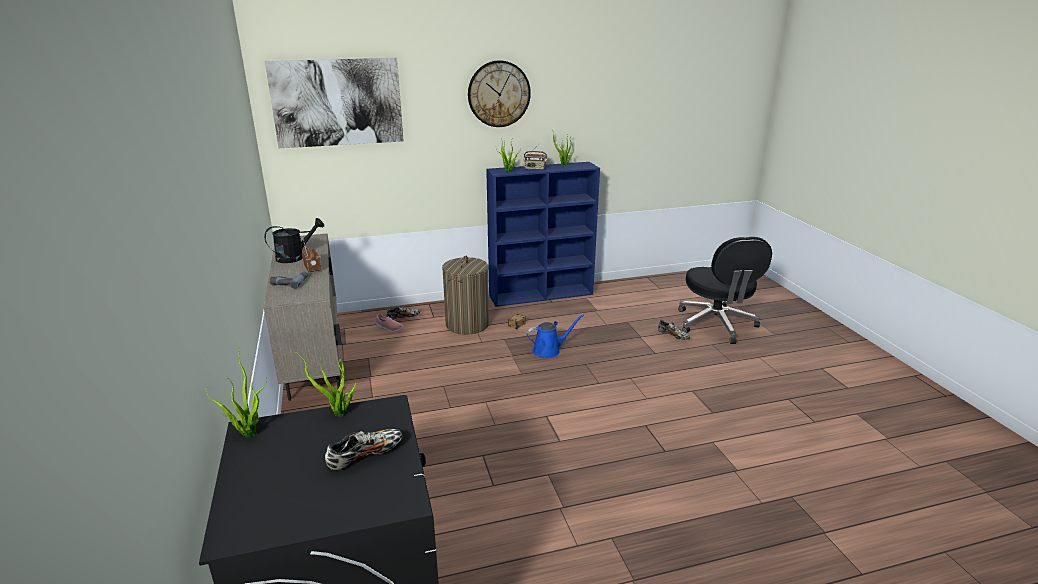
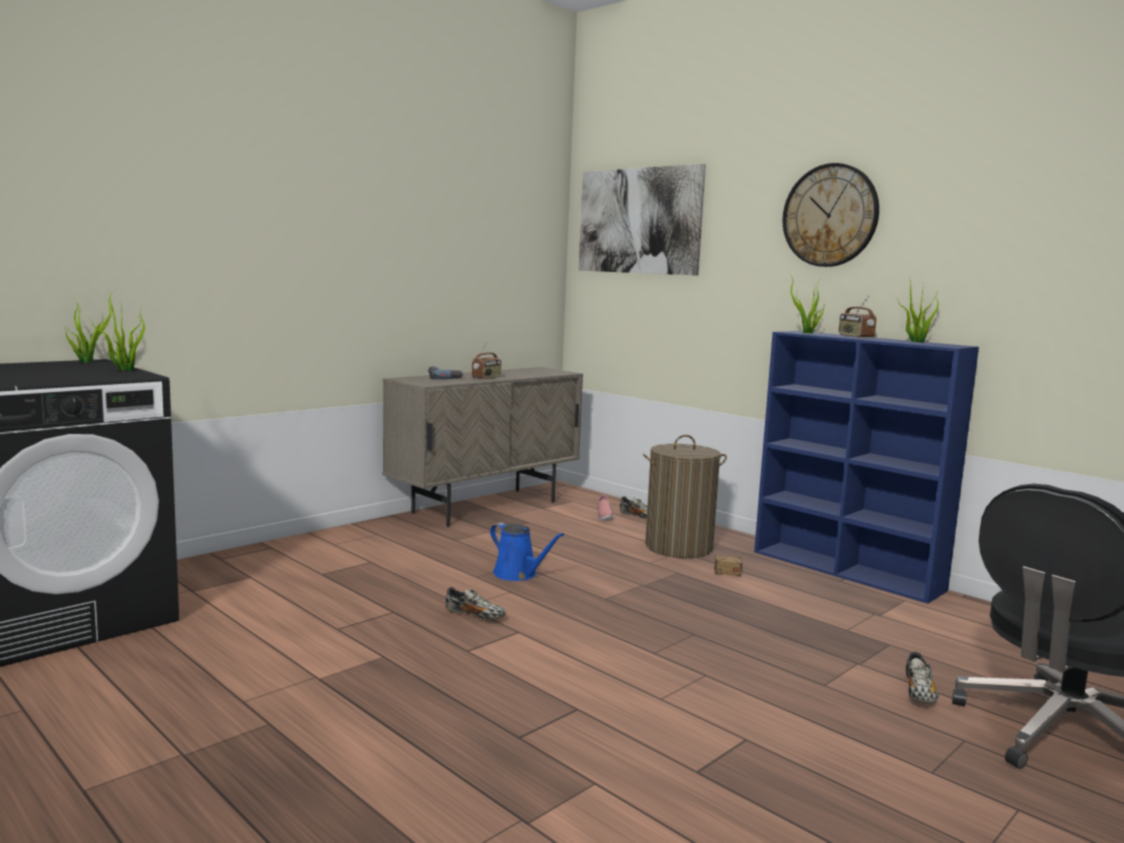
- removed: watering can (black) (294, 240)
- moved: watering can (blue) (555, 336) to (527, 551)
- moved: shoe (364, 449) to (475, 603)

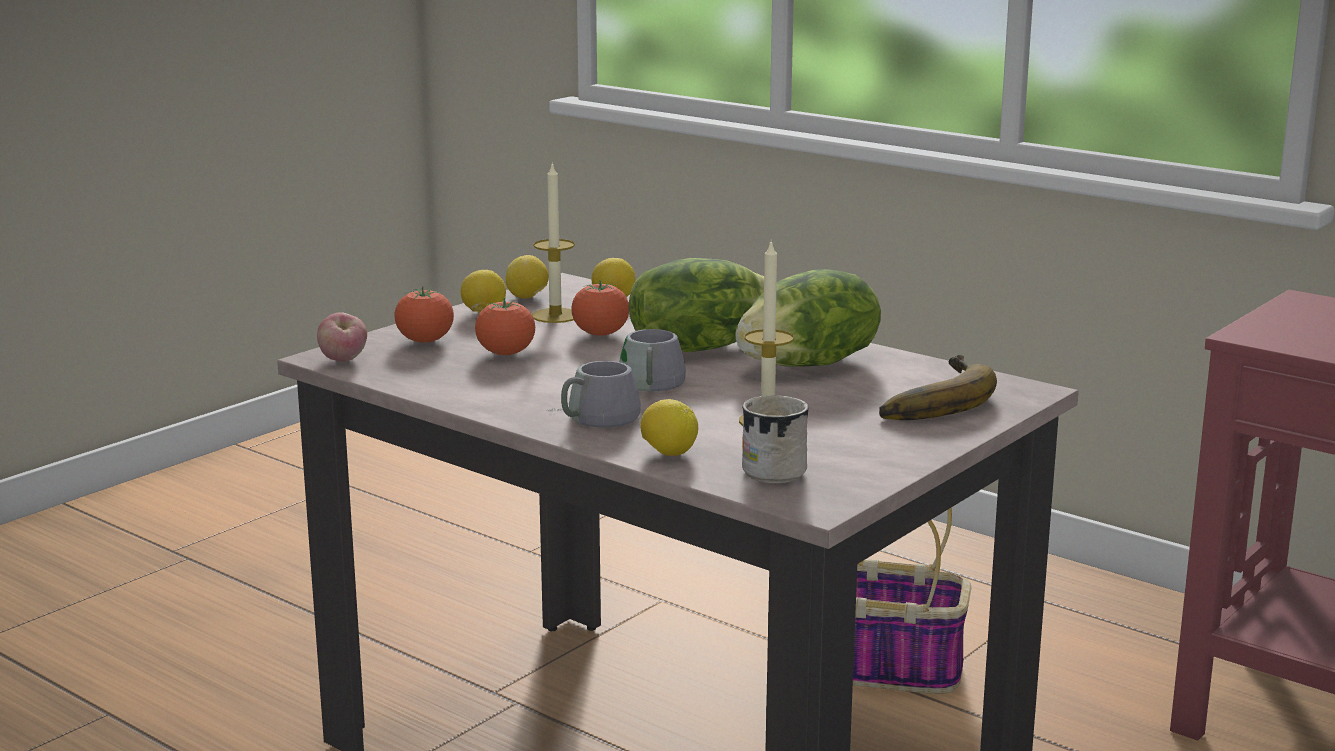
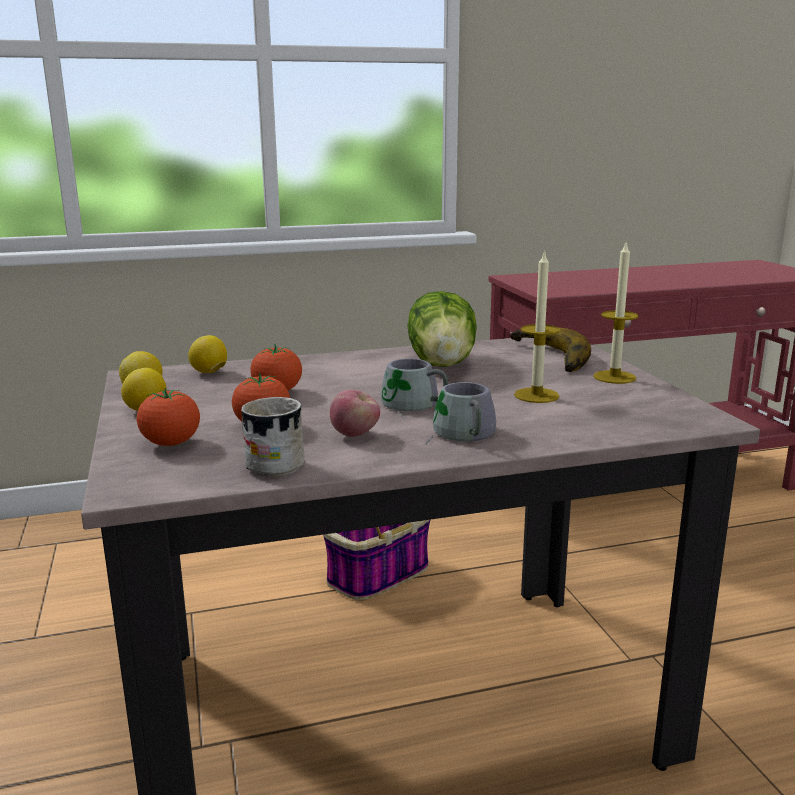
- moved: candle (553, 242) to (616, 313)
- removed: lettuce (696, 305)
- moved: apple (342, 336) to (355, 413)
- moved: mug (white) (775, 439) to (273, 437)
- removed: lemon (669, 427)

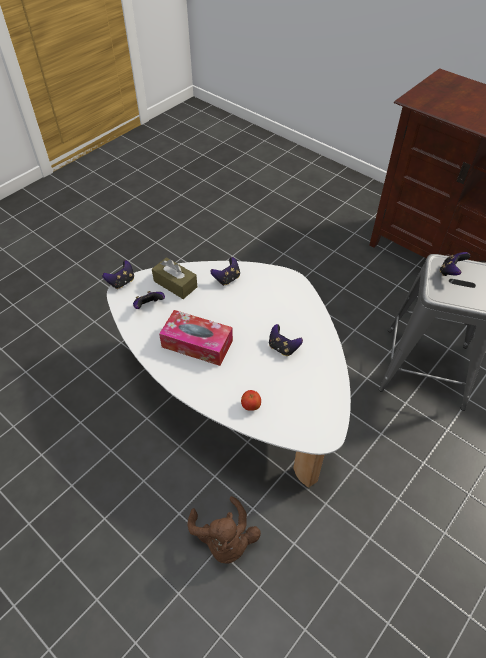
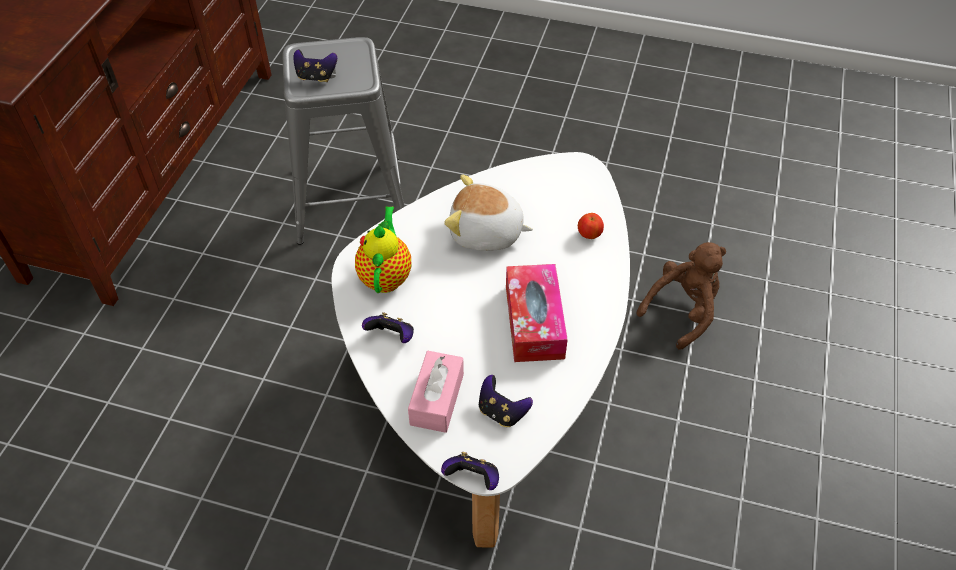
- recoloured: tissue box (brown) (174, 278) to tissue box (pink) (436, 392)
- replaced: game controller (286, 340) to plush toy (488, 212)
- added: teapot (383, 249)

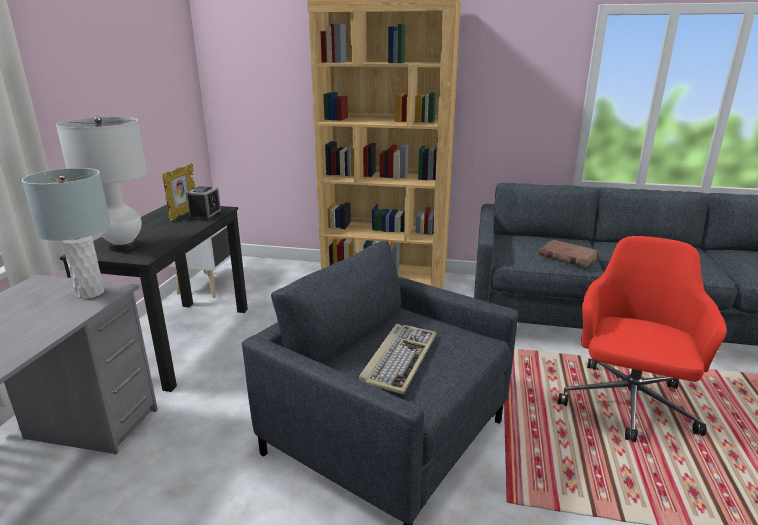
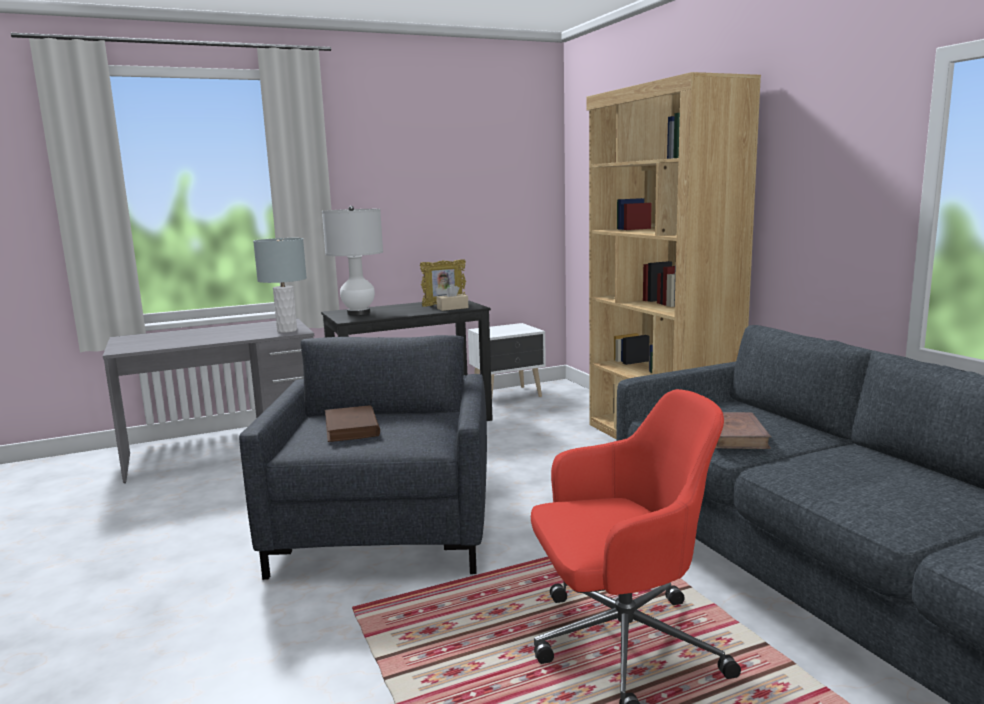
- replaced: alarm clock (204, 203) to tissue box (beige) (452, 297)
- replaced: keyboard (398, 359) to book (brown) (352, 423)

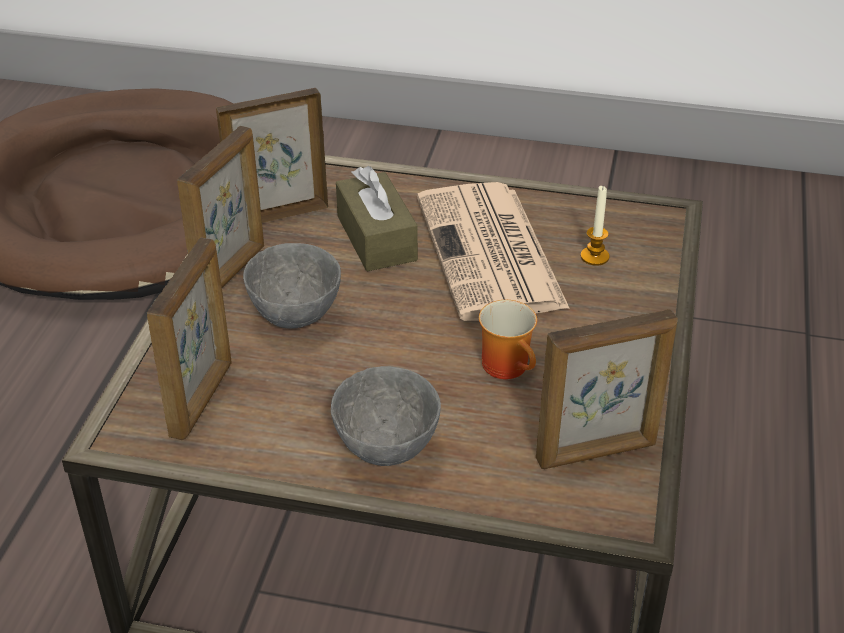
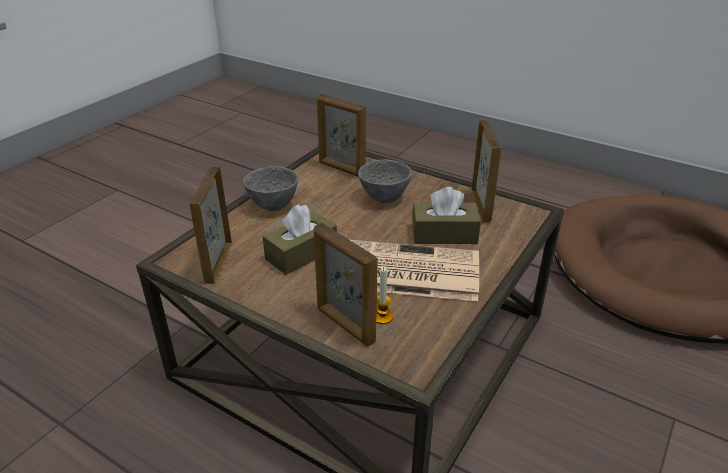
- moved: picture frame (220, 207) to (346, 285)
- replaced: mug (508, 339) to tissue box (brown) (300, 239)

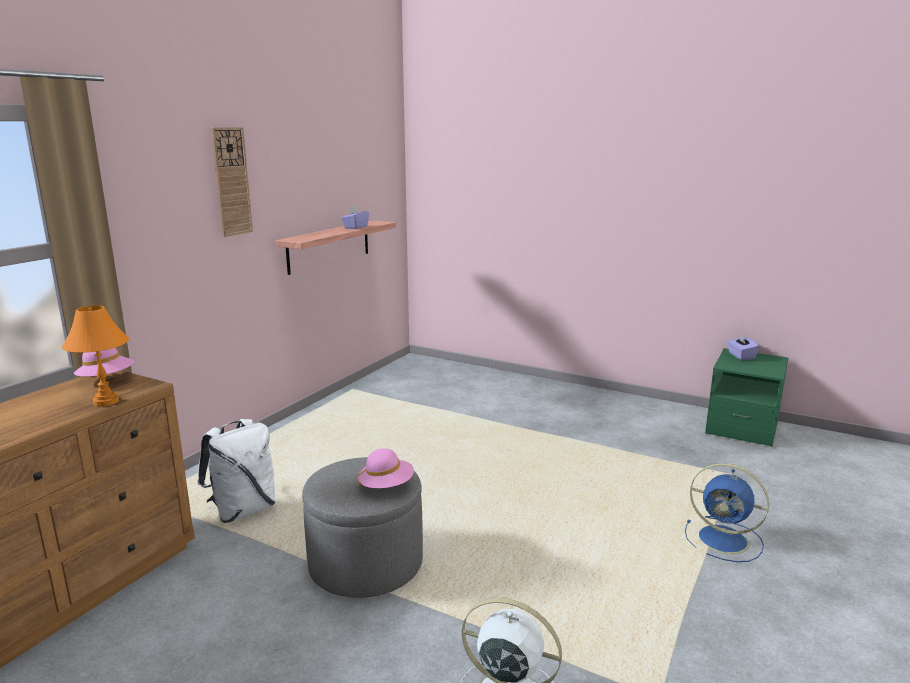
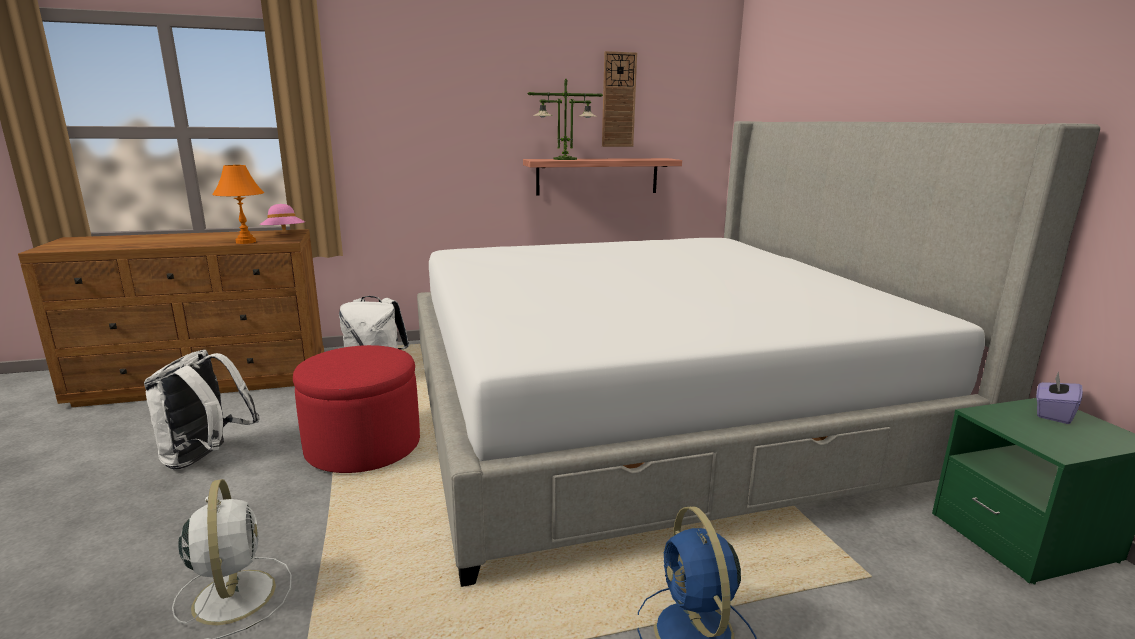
- moved: wall clock (232, 182) to (619, 99)
- removed: tissue box (purple) (355, 217)
- removed: hat (pink) (386, 468)
- recoloured: ottoman (grey) (362, 527) to ottoman (red) (356, 409)
- added: table lamp (565, 119)
- added: bed (758, 354)
- added: backpack (white) (202, 410)

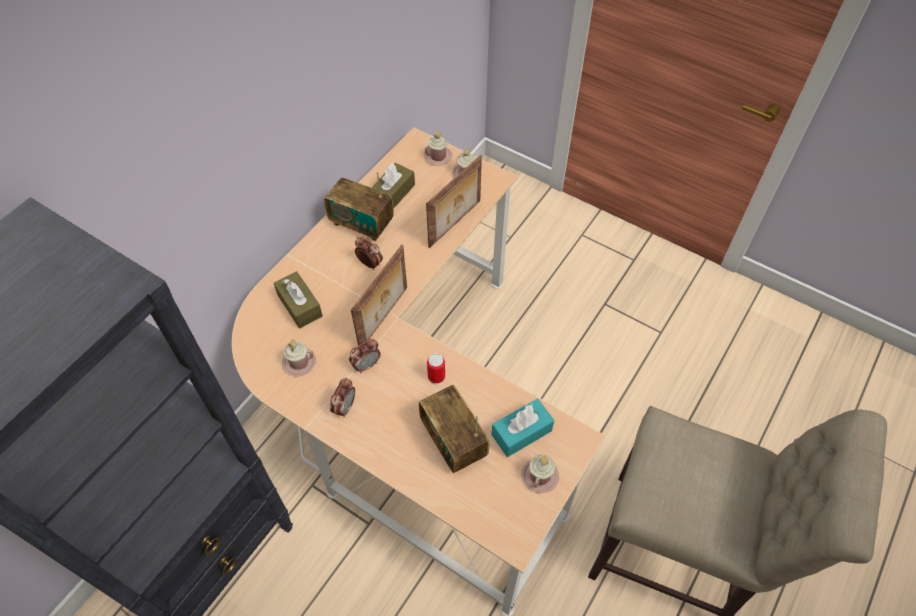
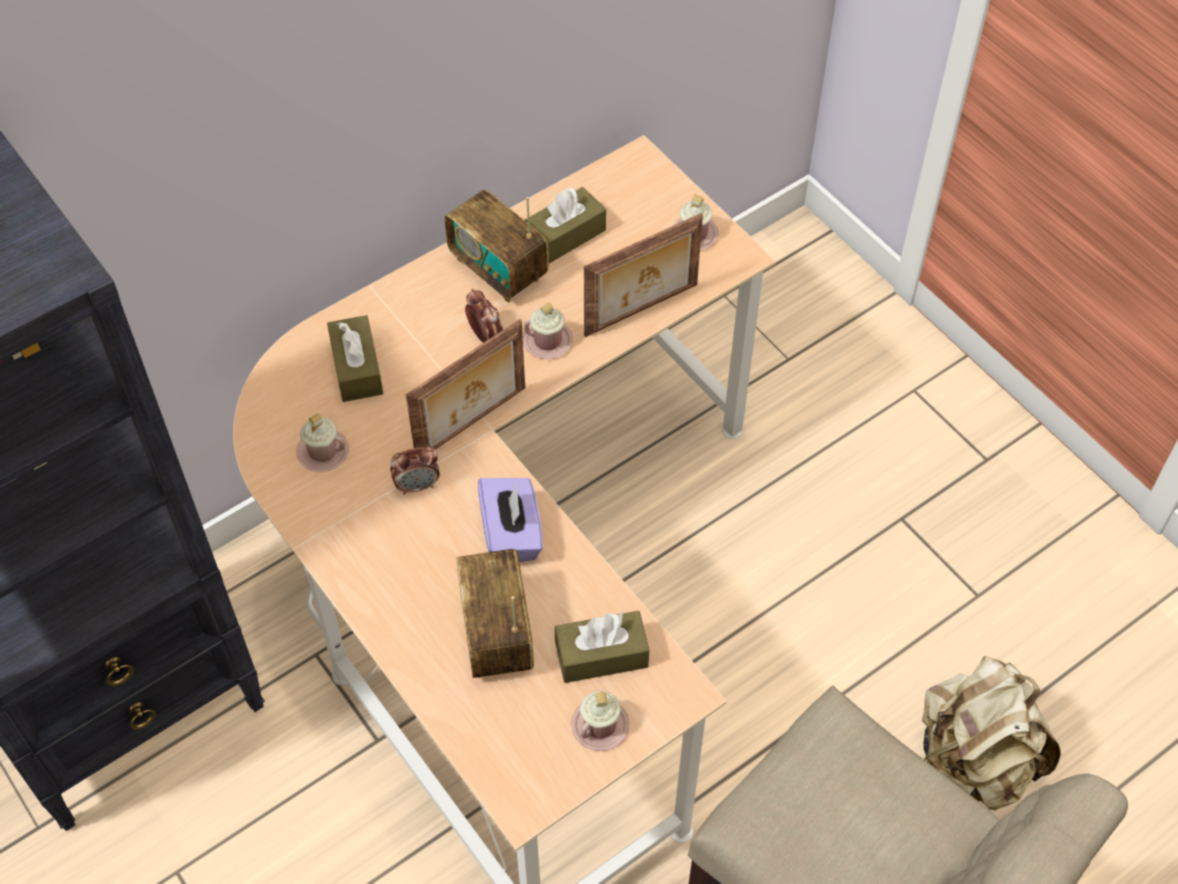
- moved: mug (pink) (438, 148) to (548, 330)
- replaced: can (436, 369) to tissue box (purple) (510, 520)
- removed: alarm clock (342, 397)
- recoloured: tissue box (turquoise) (522, 428) to tissue box (brown) (602, 647)
- added: backpack (beige) (991, 733)

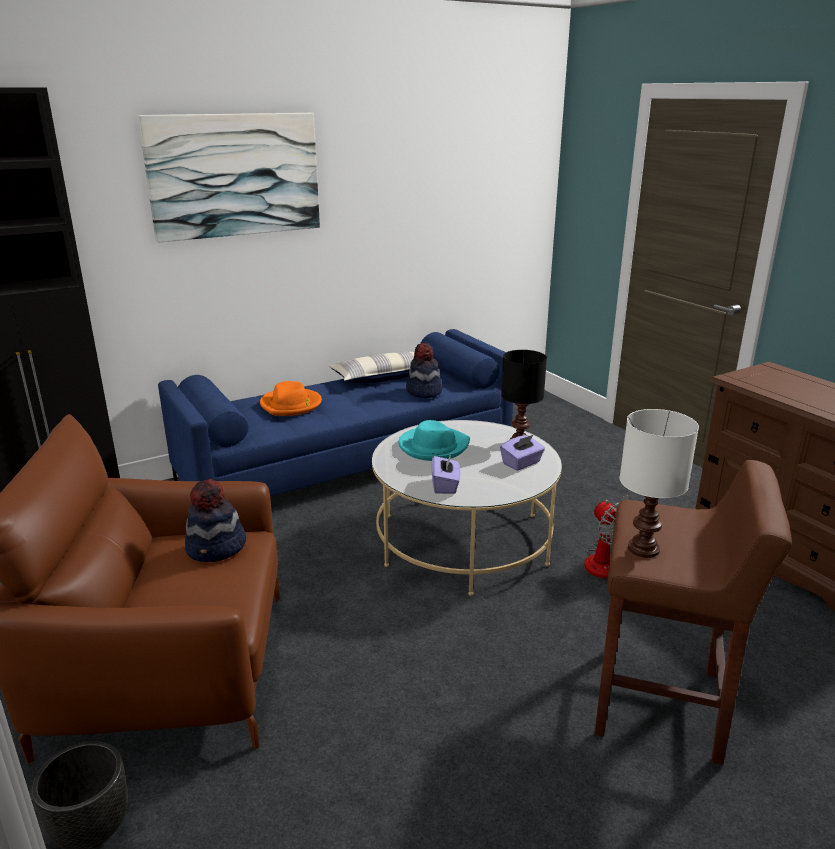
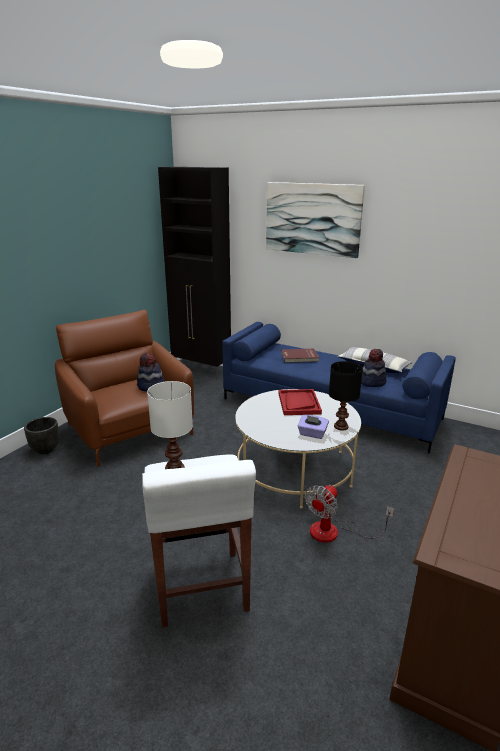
- replaced: hat (orange) (291, 398) to book (red) (300, 356)
- replaced: hat (turquoise) (434, 440) to tray (red) (300, 402)
- removed: tissue box (purple) (446, 474)
- recoloured: stool (brown) (693, 612) to stool (white) (199, 540)

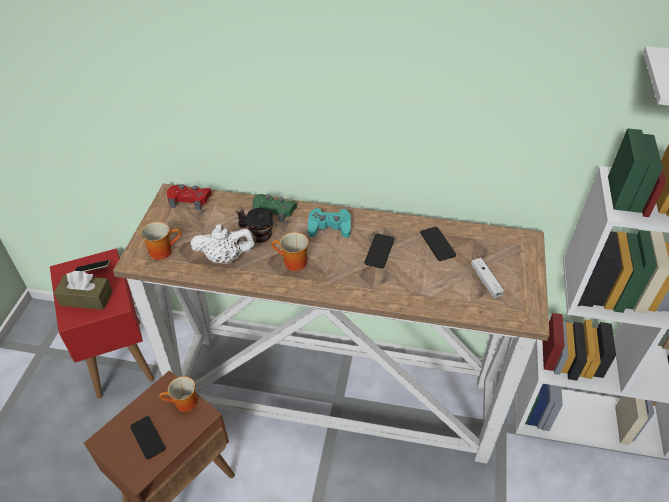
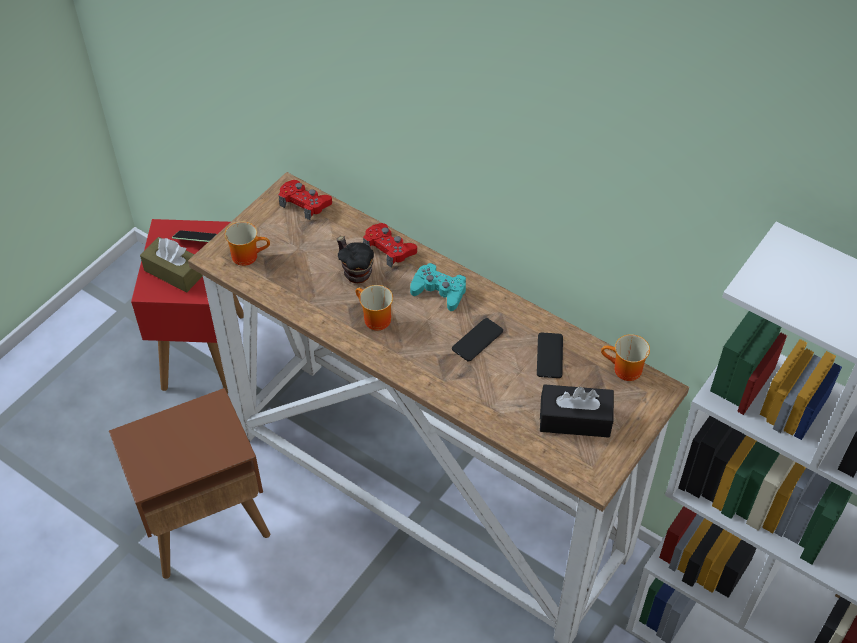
- recoloured: game controller (green) (274, 208) to game controller (red) (390, 245)
- removed: teapot (white) (223, 244)
- replaced: game controller (white) (487, 278) to tissue box (black) (577, 411)
- moved: mug (178, 394) to (625, 357)
- removed: phone (147, 437)

